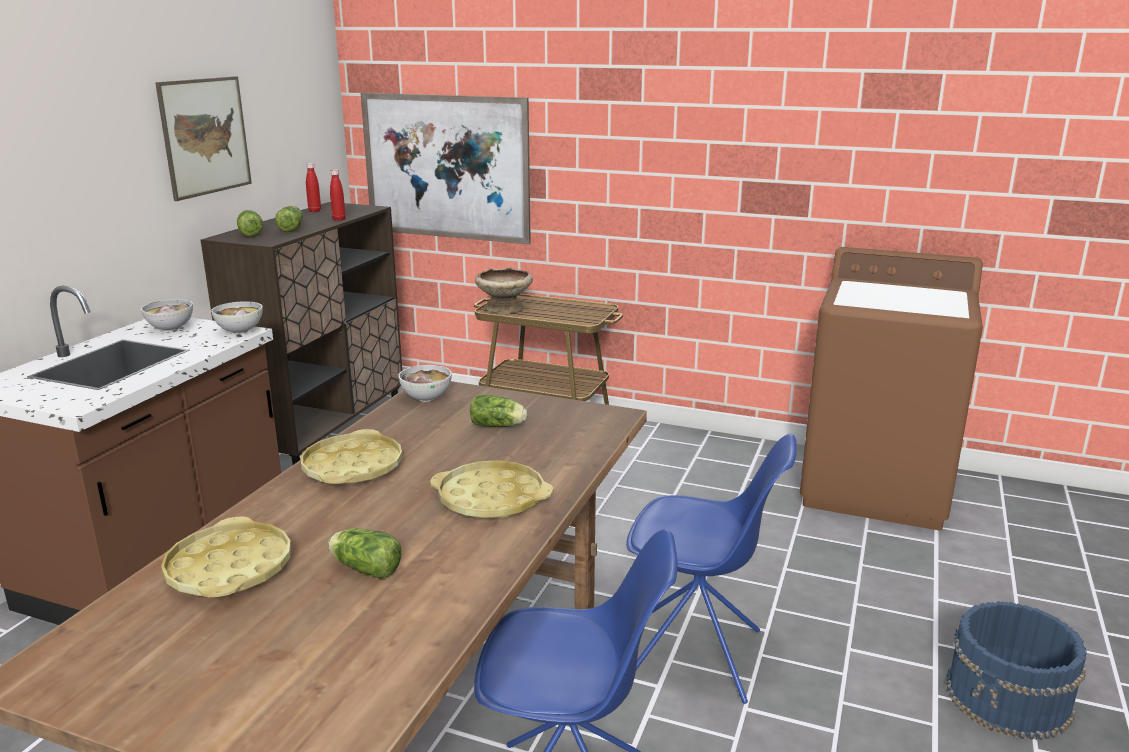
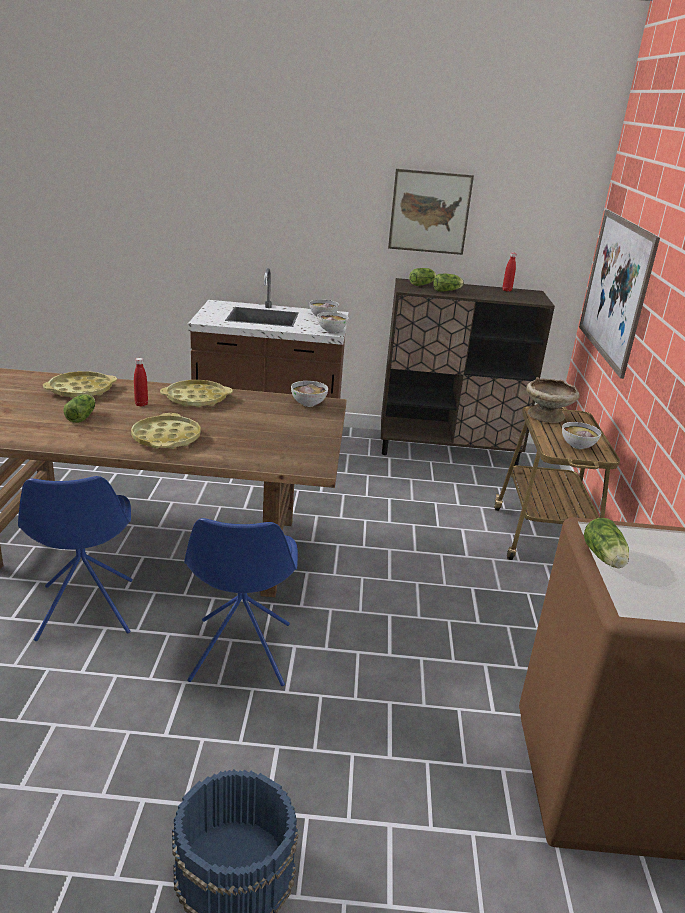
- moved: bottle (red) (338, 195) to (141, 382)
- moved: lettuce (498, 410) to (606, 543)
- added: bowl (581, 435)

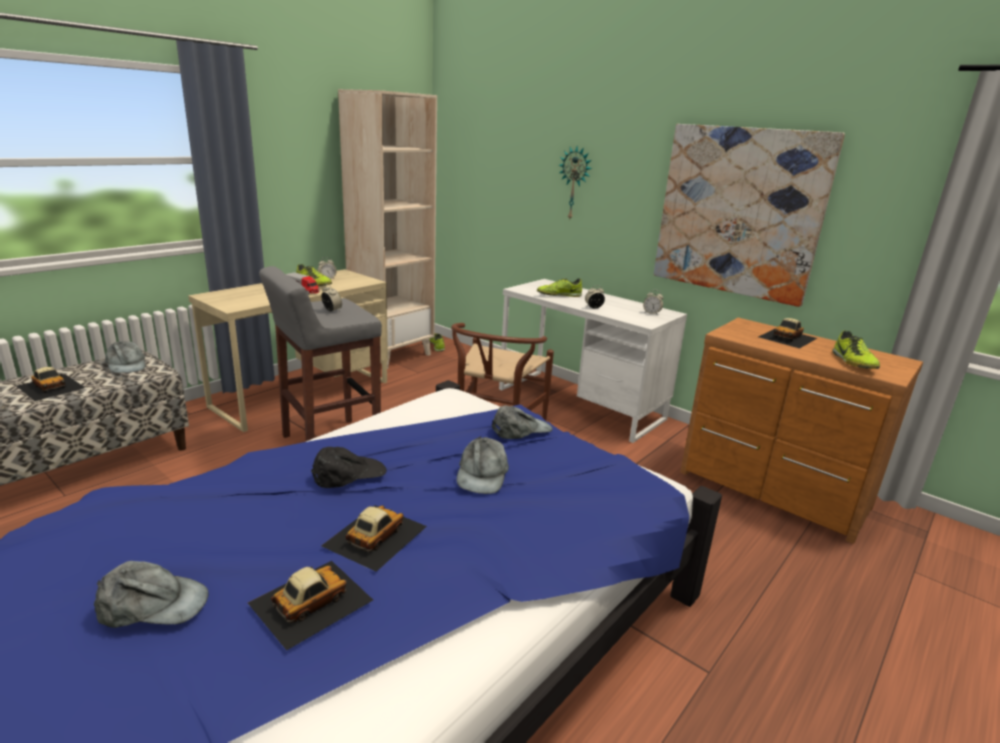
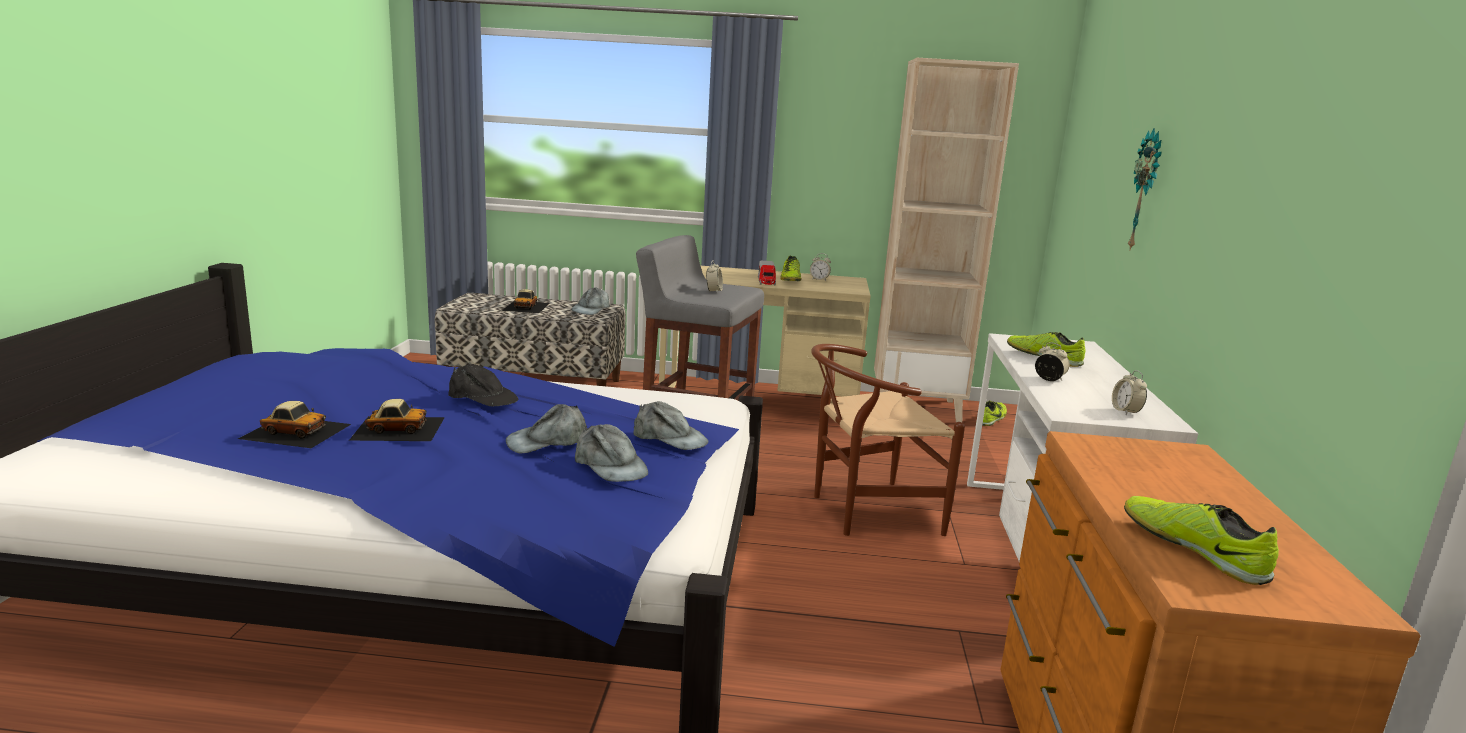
- removed: picture (749, 215)
- removed: toy car (787, 333)
- turned: shoe (856, 349) = (1201, 540) 90 degrees clockwise
- moved: cap (grey) (151, 594) to (611, 453)

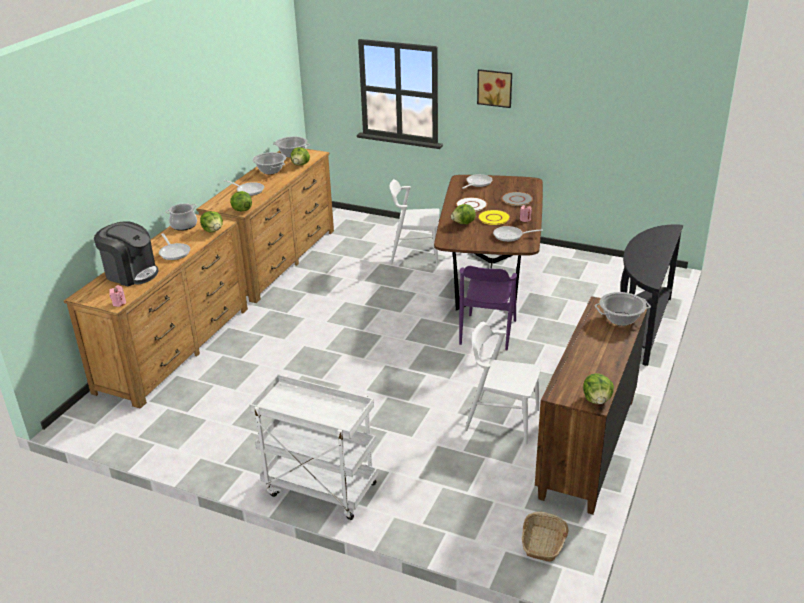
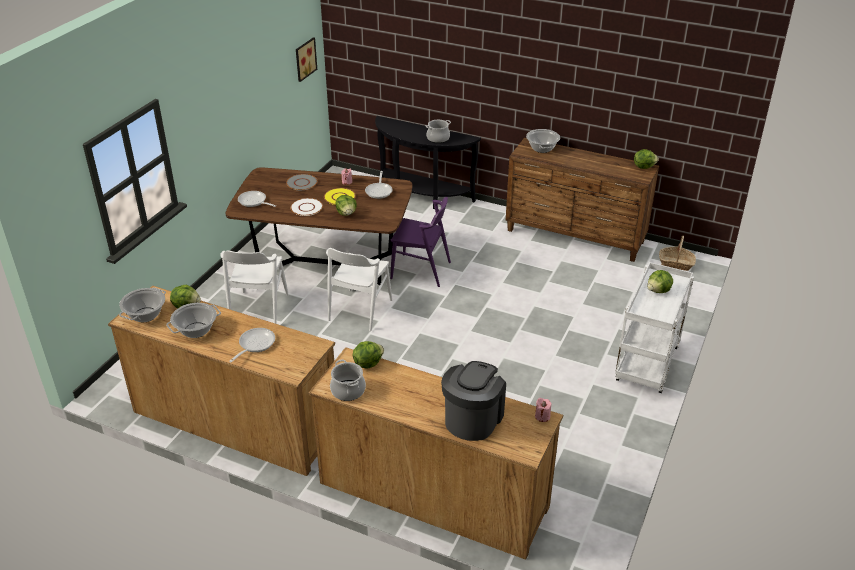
- moved: picture (494, 88) to (306, 60)
- moved: lettuce (241, 201) to (660, 281)
- removed: frying pan (174, 246)
- moved: chair (white) (502, 383) to (359, 289)
- added: cooking pot (438, 131)

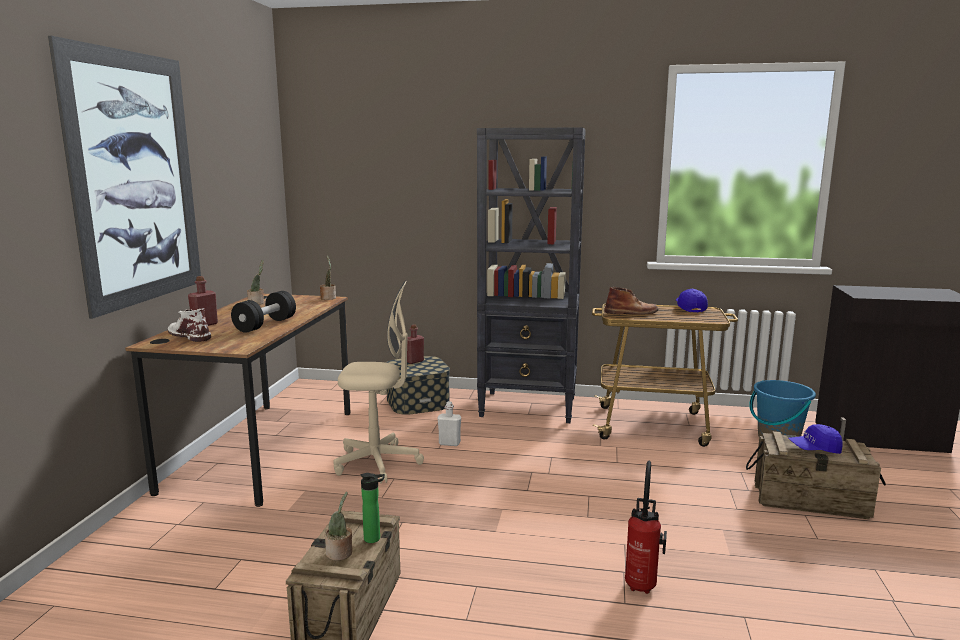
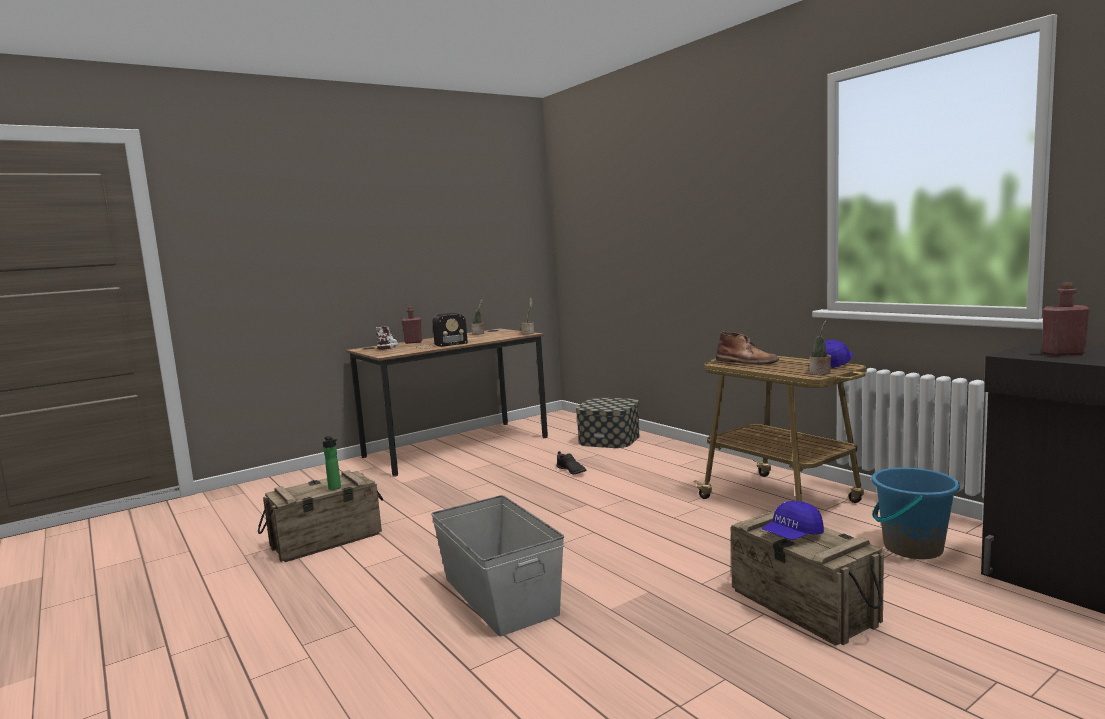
- removed: picture (124, 177)
- removed: bookcase (black) (531, 275)
- removed: office chair (beige) (379, 382)
- replaced: dumbbell (black) (263, 312) to radio (442, 331)
- moved: bottle (red) (415, 344) to (1066, 319)
- replaced: bottle (white) (449, 423) to shoe (black) (571, 462)
- turned: cap (blue) (815, 439) = (793, 520) 75 degrees counterclockwise
- replaced: fire extinguisher (646, 527) to storage box (grey) (497, 565)
- moved: potted plant (338, 526) to (820, 347)

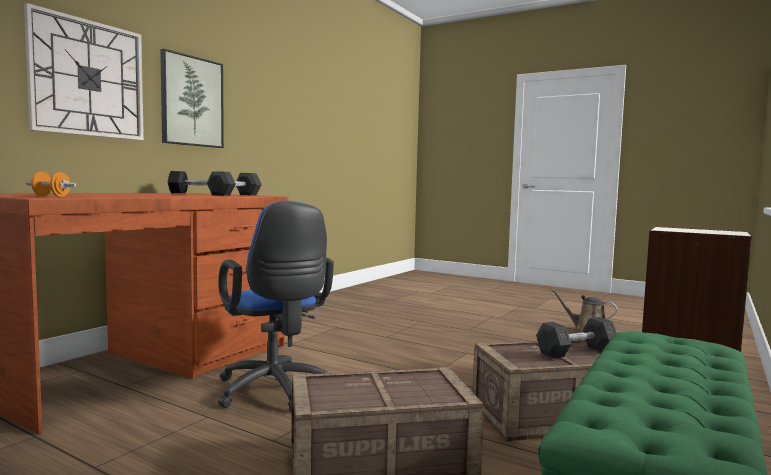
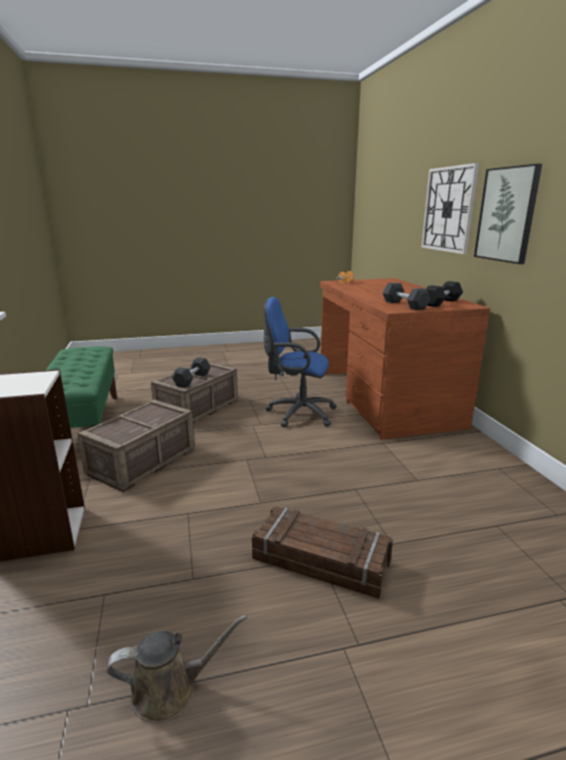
- moved: dumbbell (grey) (576, 337) to (191, 372)
- added: crate (322, 553)

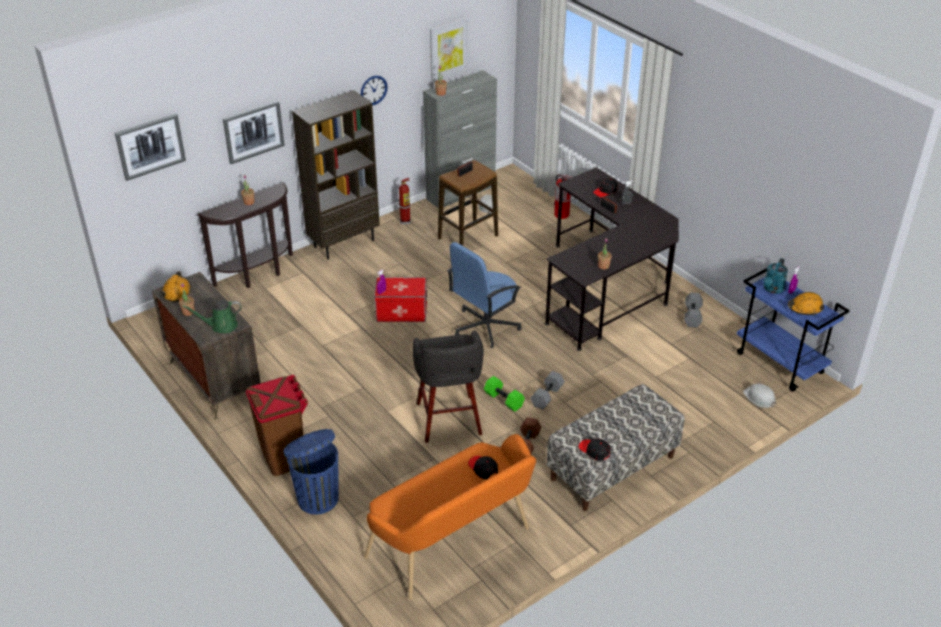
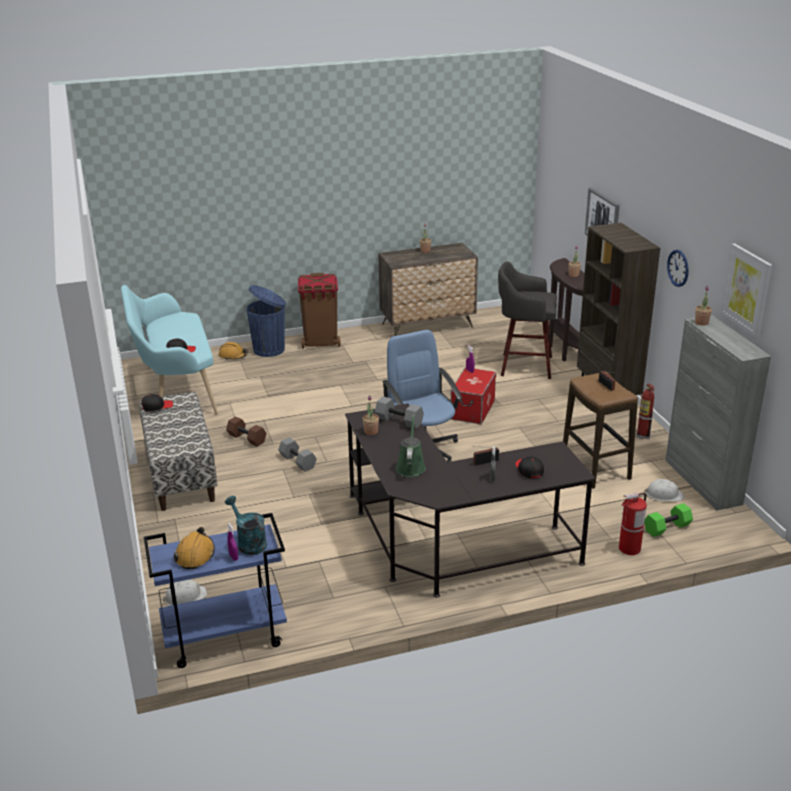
- removed: picture (150, 147)
- moved: hard hat (orange) (176, 286) to (233, 351)
- moved: dumbbell (grey) (693, 310) to (399, 412)
- moved: watering can (green) (211, 316) to (411, 445)
- moved: stool (grey) (448, 386) to (527, 320)
- moved: dumbbell (green) (504, 394) to (668, 520)
- recoloured: bench (orange) (450, 517) to bench (turquoise) (169, 349)

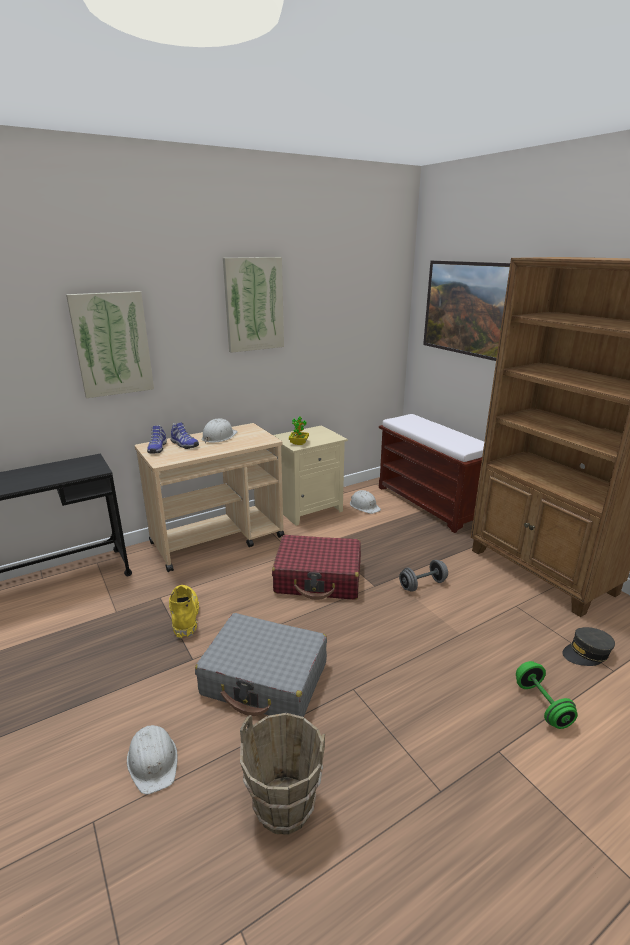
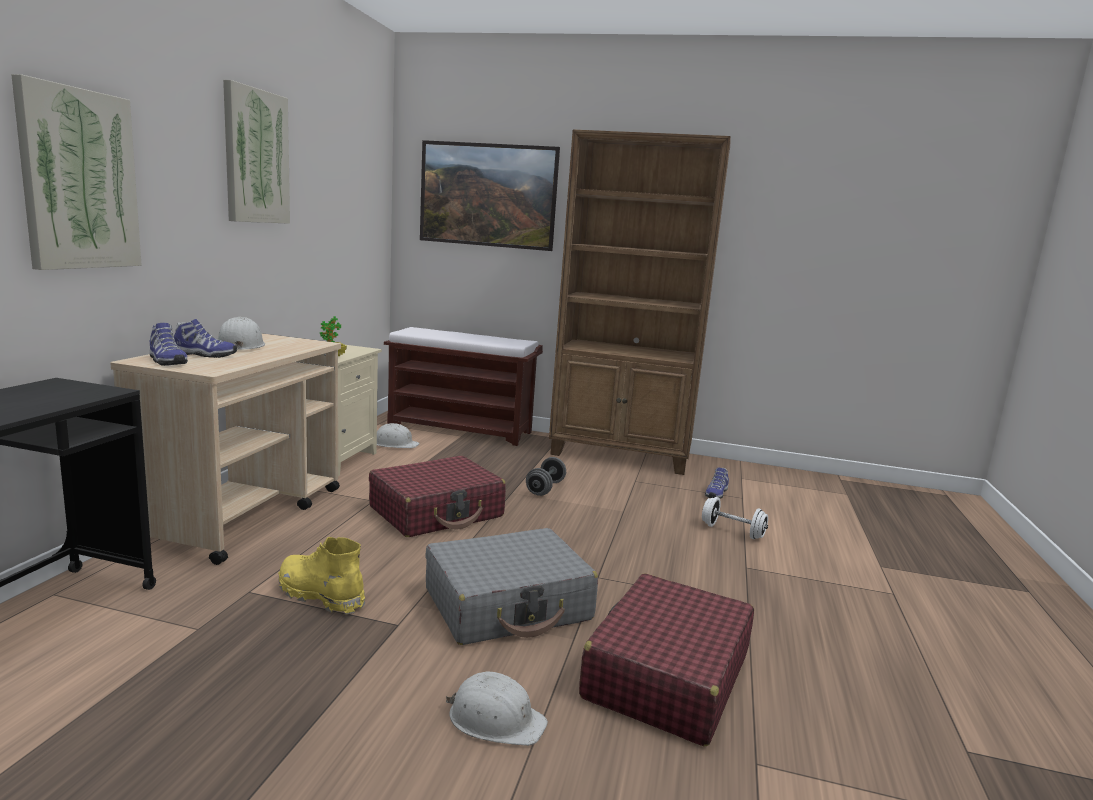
- replaced: cap (grey) (588, 646) to shoe (717, 483)
- recoloured: dumbbell (green) (547, 695) to dumbbell (white) (735, 518)
- replaced: bucket (brown) (282, 774) to suitcase (red) (666, 659)

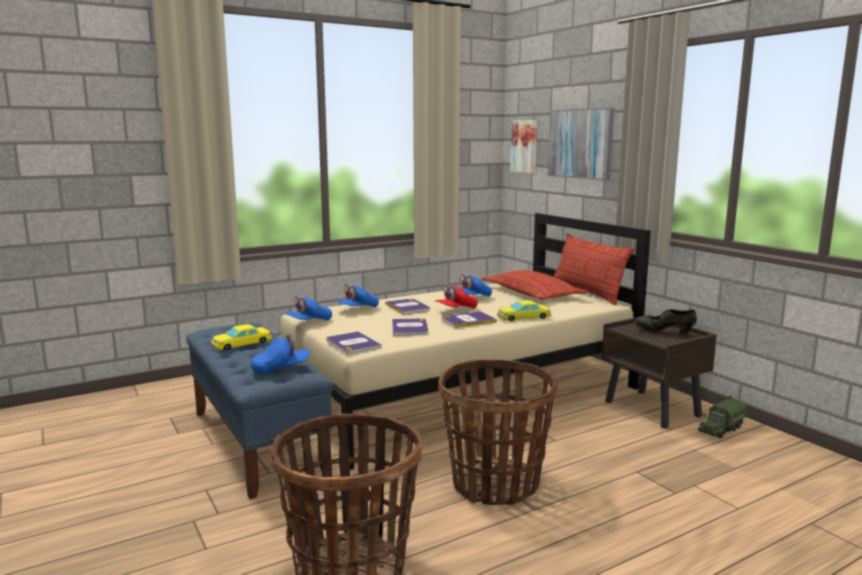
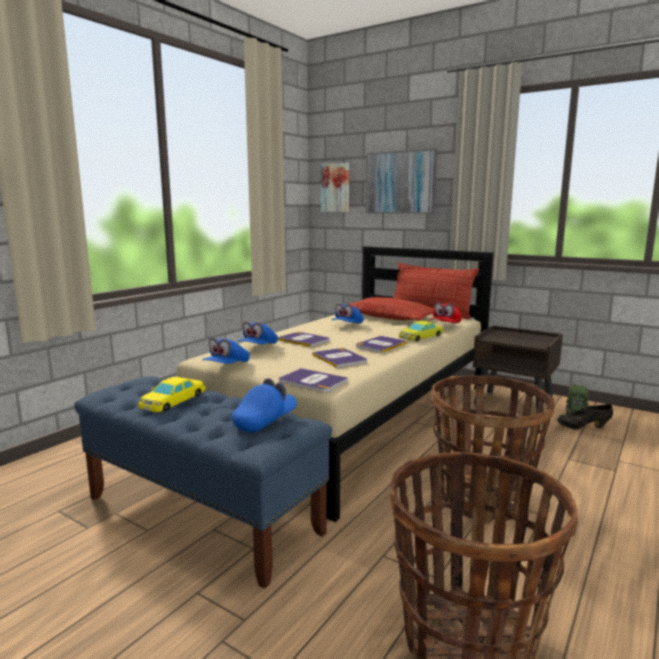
- moved: cap (red) (456, 296) to (446, 313)
- moved: shoe (black) (666, 322) to (585, 417)

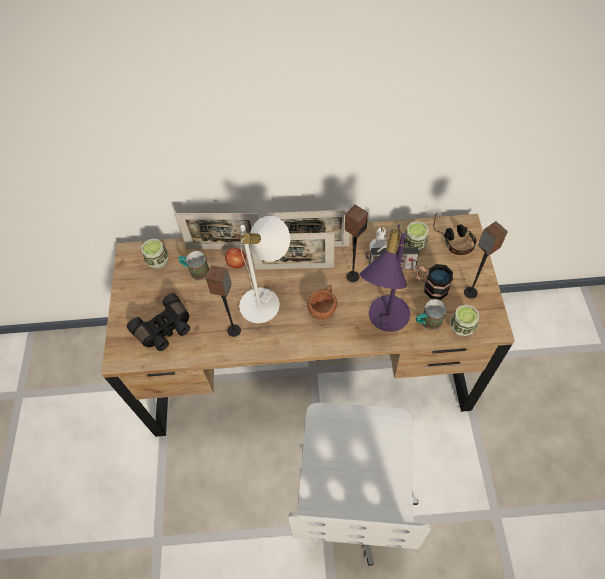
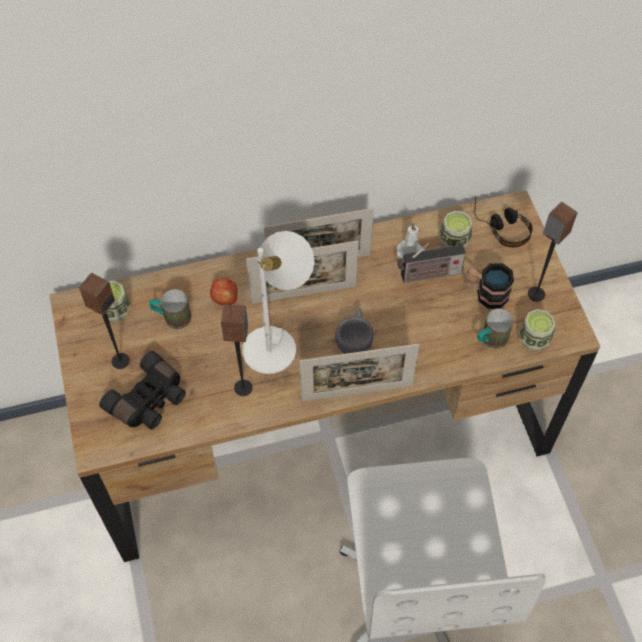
- moved: speaker (356, 243) to (104, 321)
- moved: picture frame (216, 231) to (359, 372)
- removed: table lamp (purple) (385, 278)
- recoloured: cup (brown) (322, 302) to cup (grey) (354, 331)

